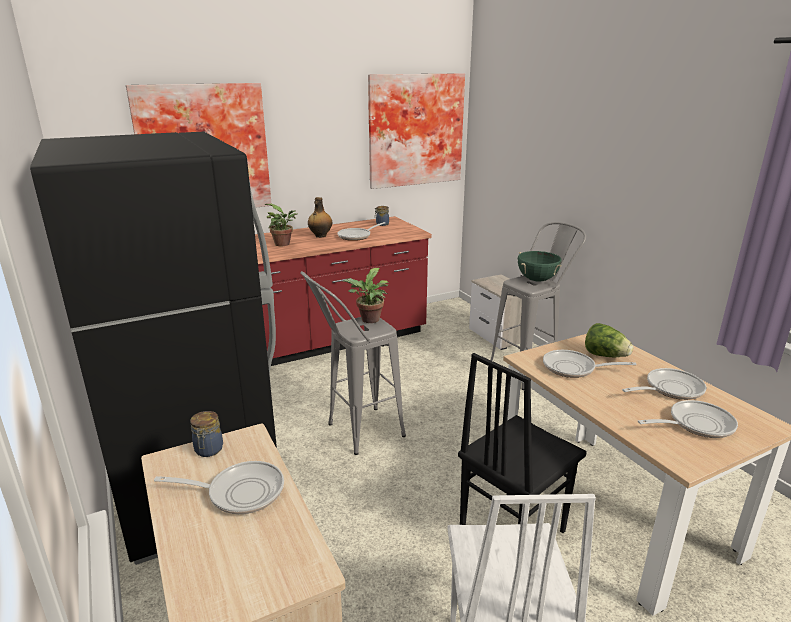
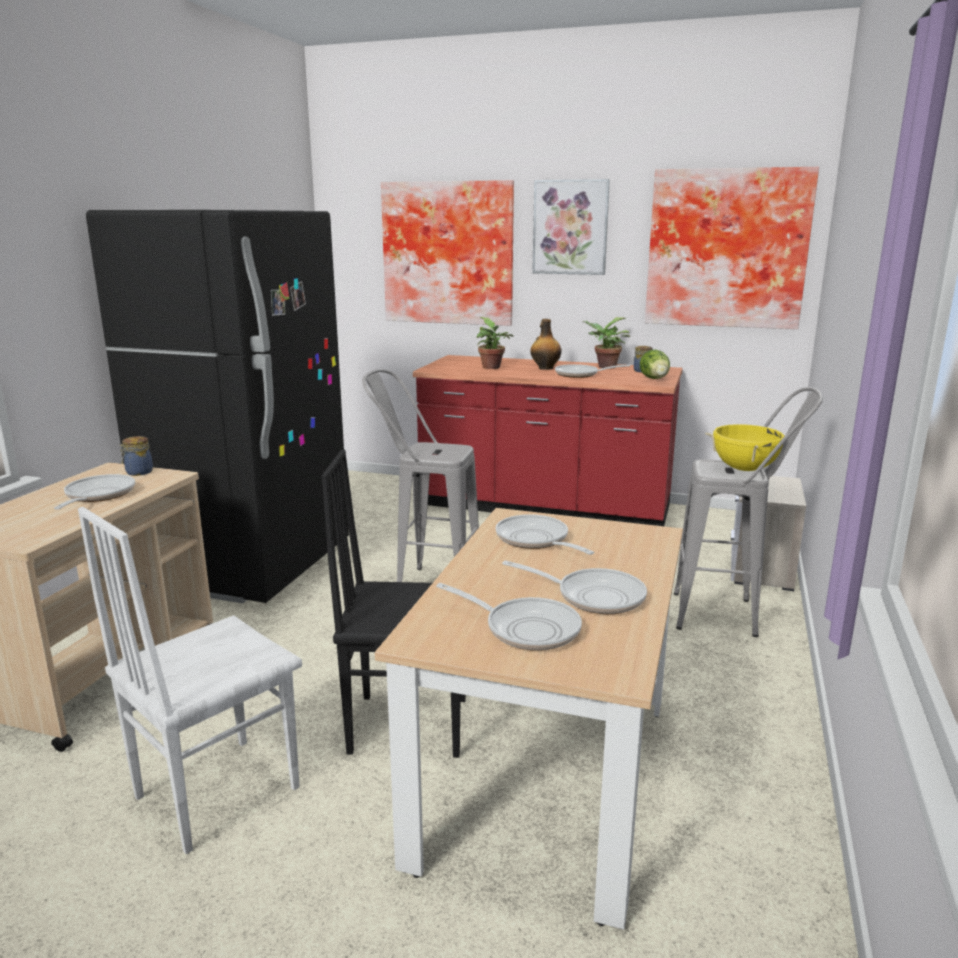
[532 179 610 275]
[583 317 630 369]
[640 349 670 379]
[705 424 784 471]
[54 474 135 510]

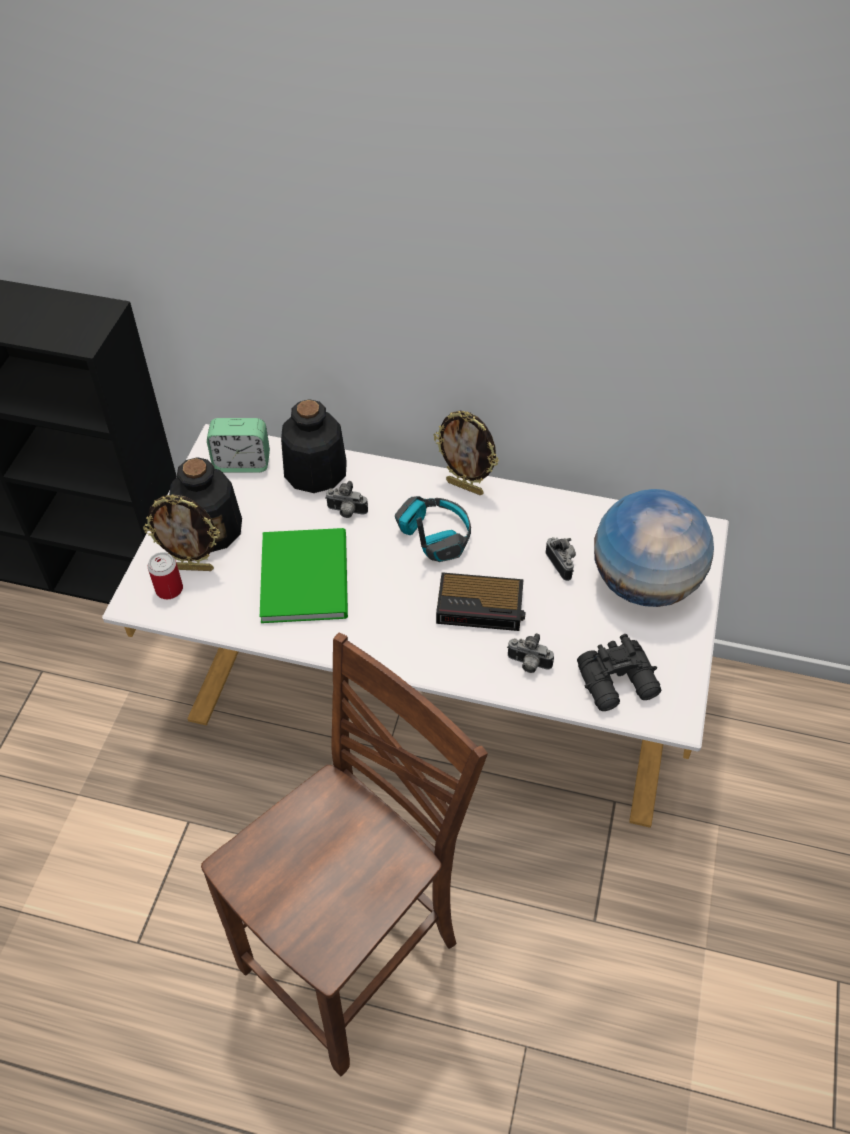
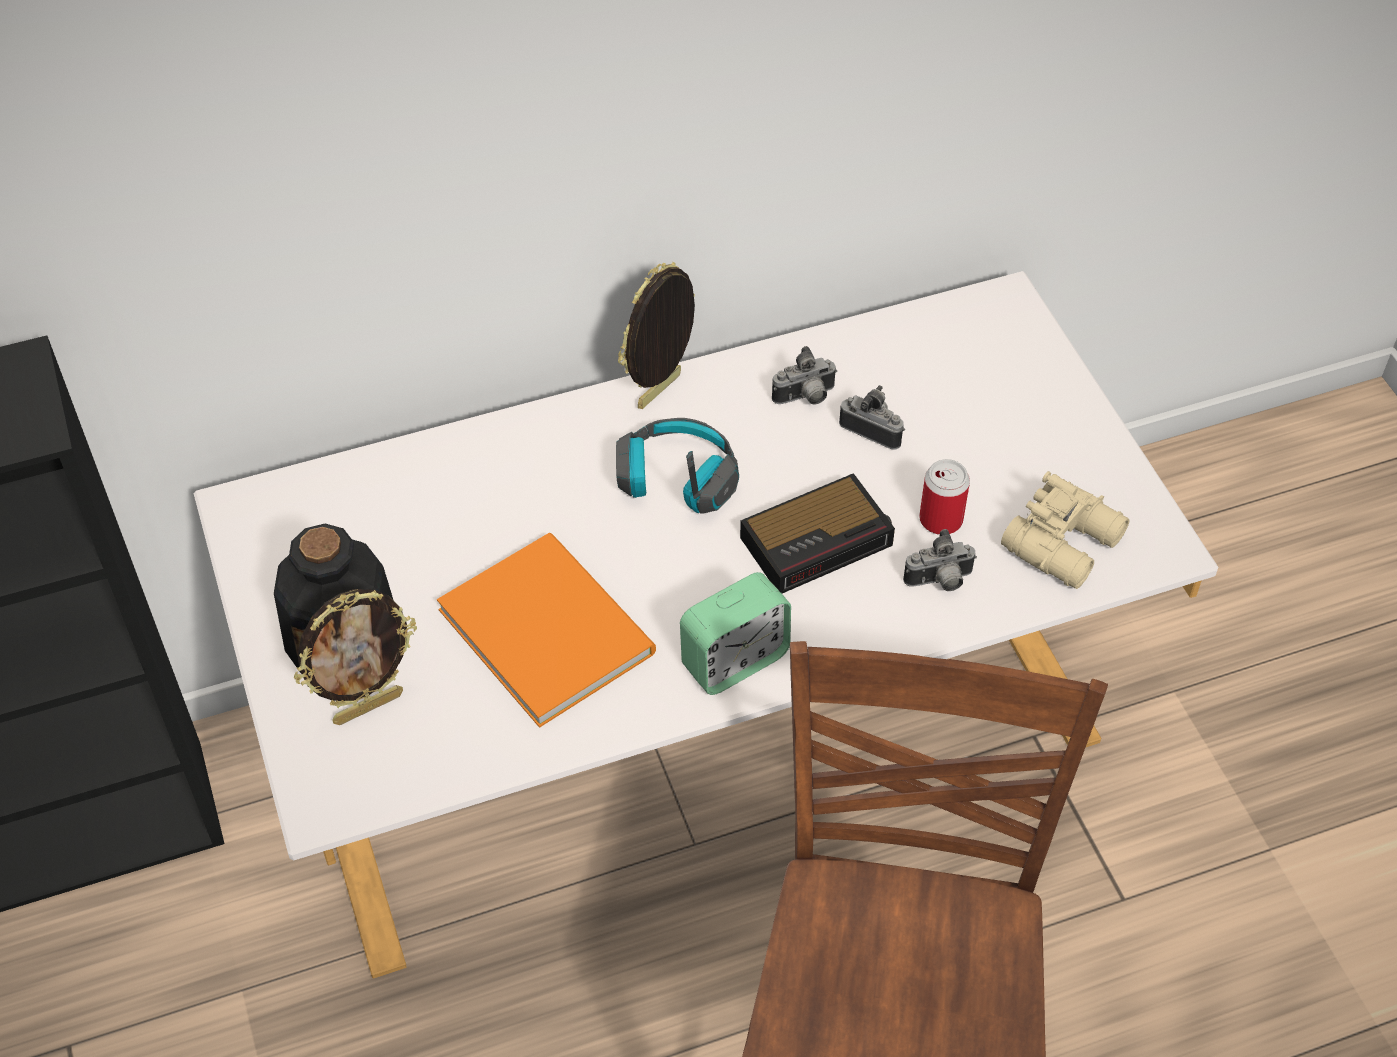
[281 399 347 493] (first image)
[594 489 714 607] (first image)
[919 459 970 535]
[680 572 791 695]
[772 346 837 405]
[437 533 656 728]
[1001 471 1130 589]
[618 262 695 409]

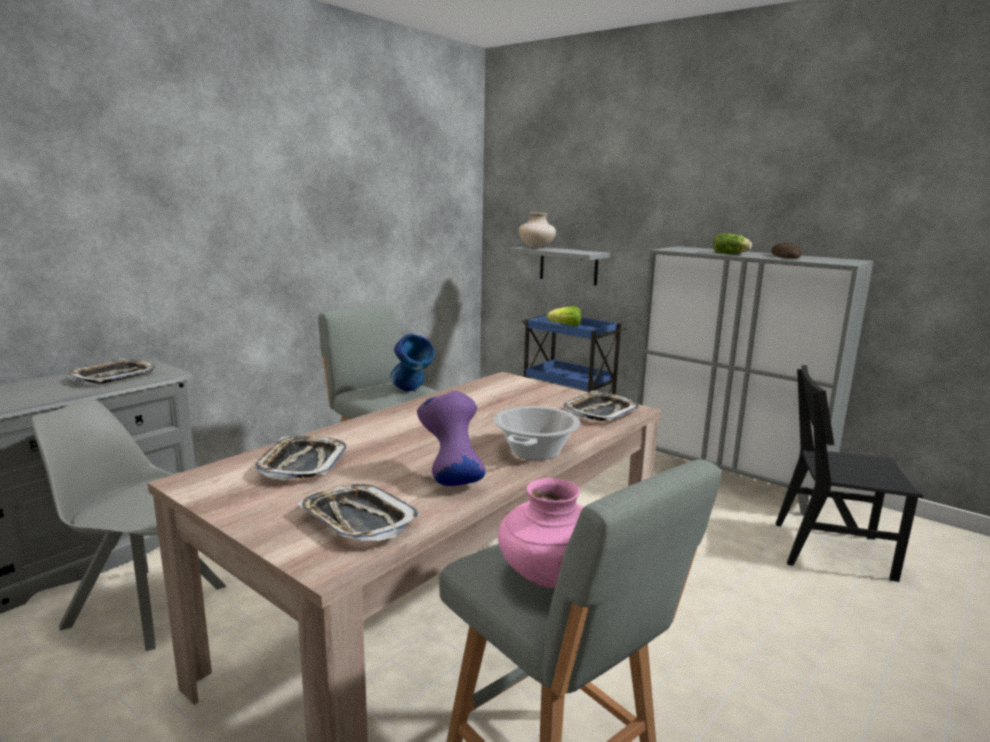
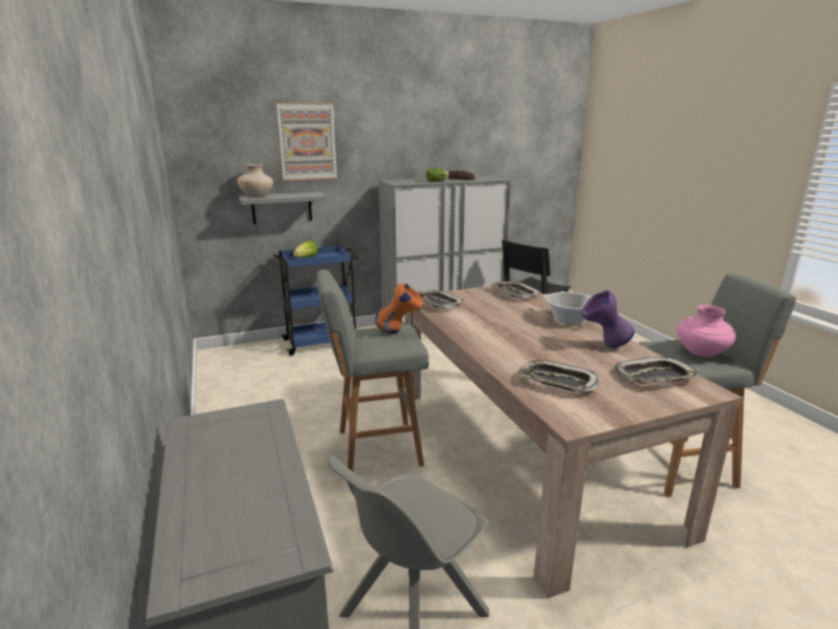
[276 102 337 181]
[418 290 465 308]
[375 283 423 333]

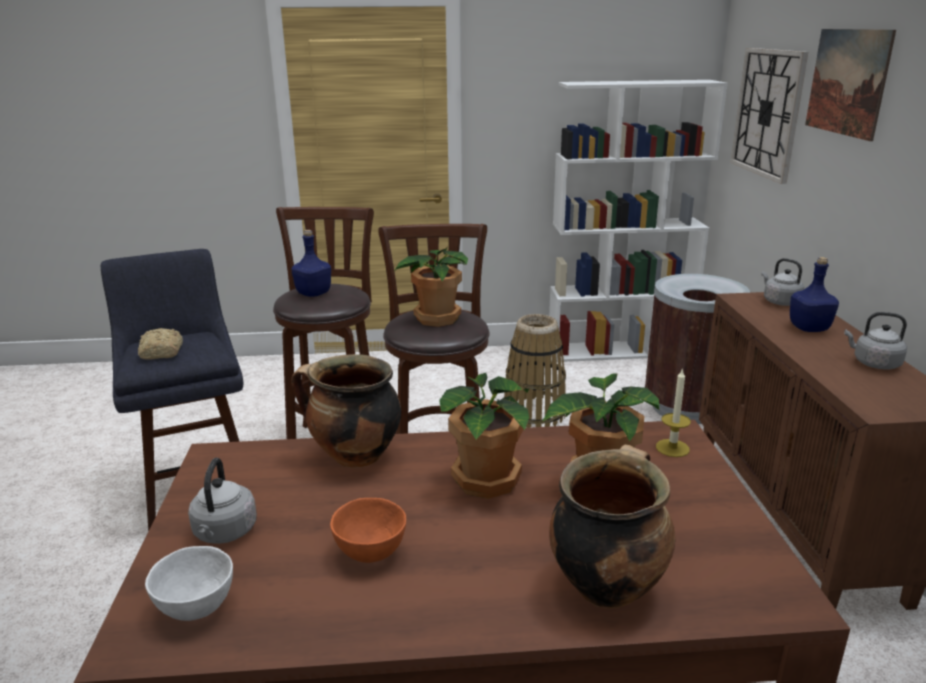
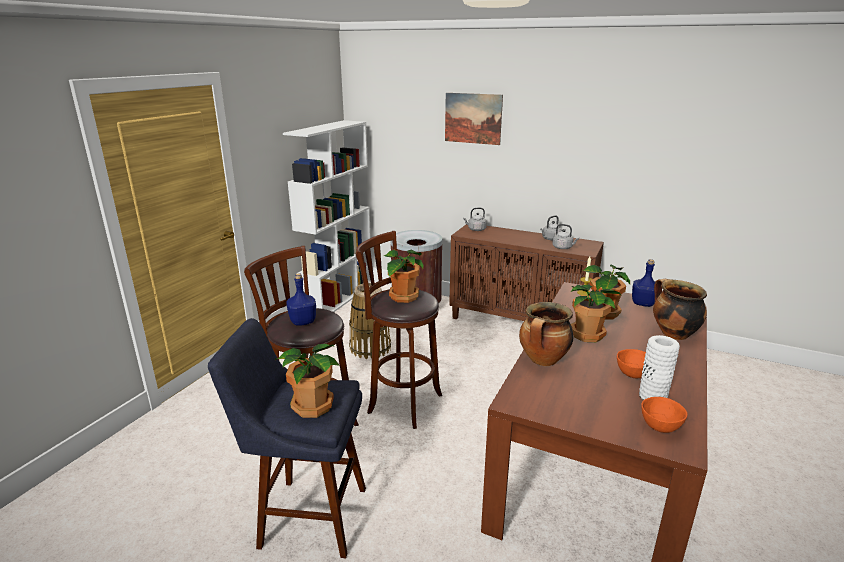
[730 48 808 184] (first image)
[639 335 680 400]
[552 224 579 249]
[632 259 655 307]
[274 344 340 418]
[641 397 688 433]

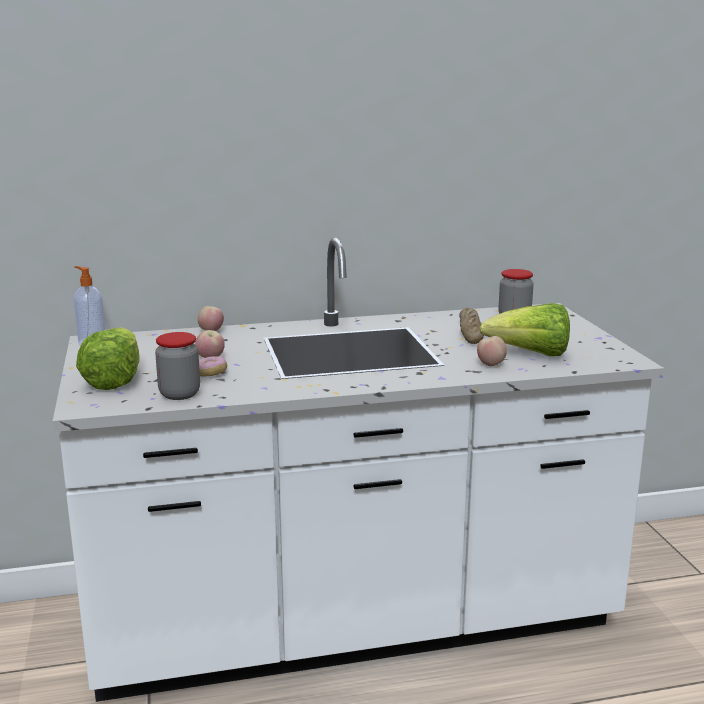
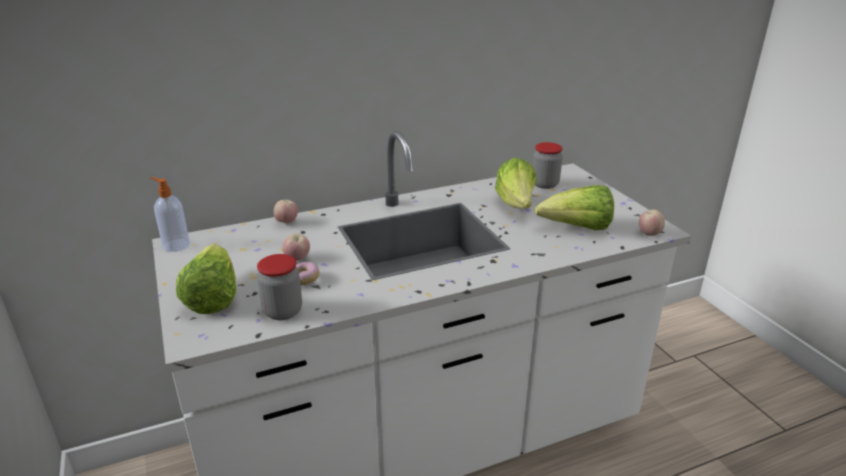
[639 209 665 236]
[495 158 537 209]

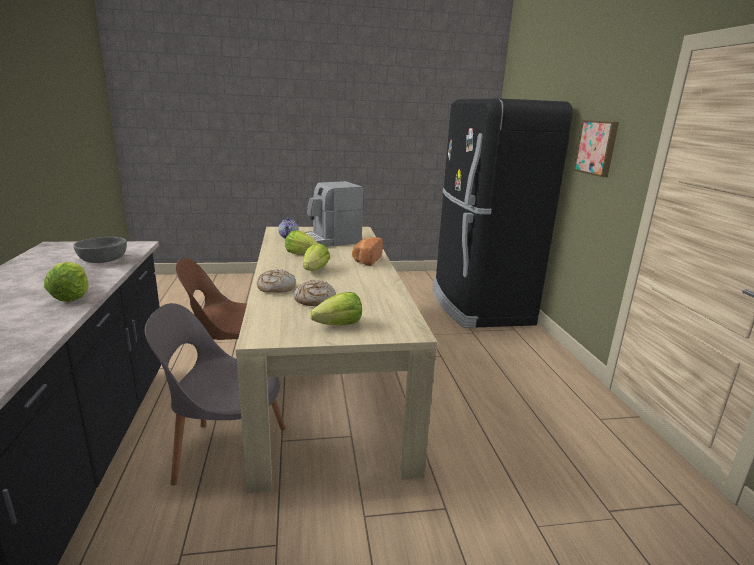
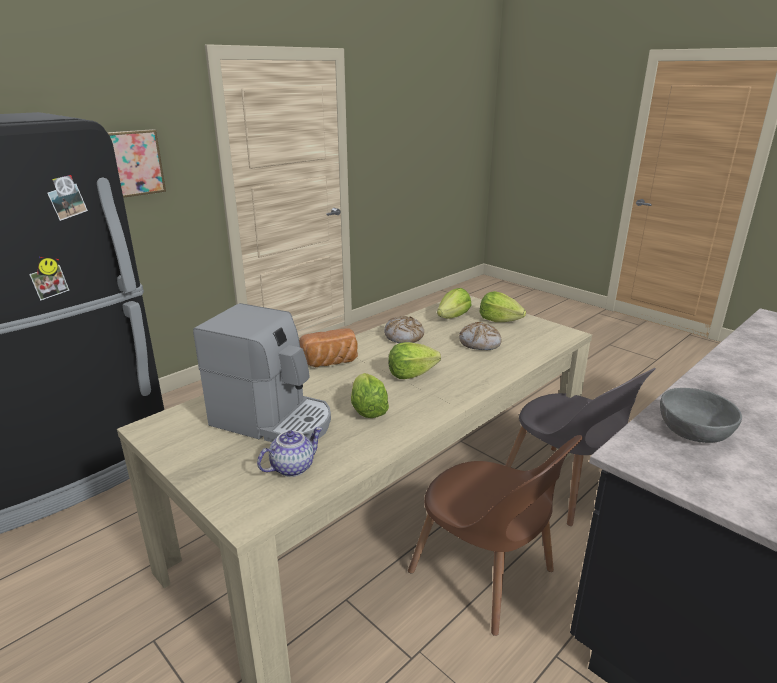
[437 288 471 319]
[384 316 424 343]

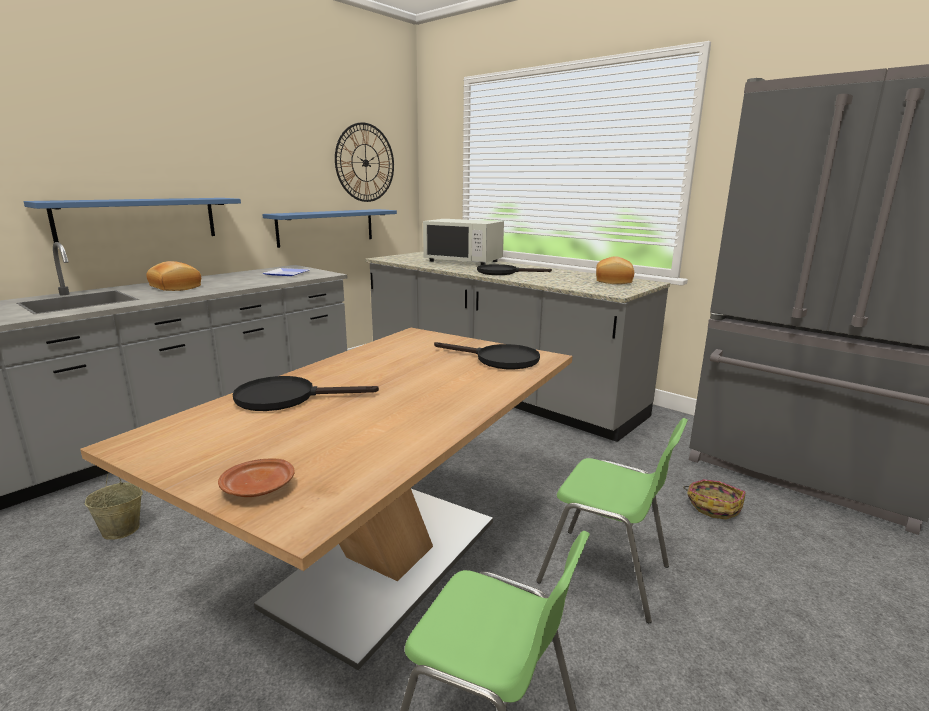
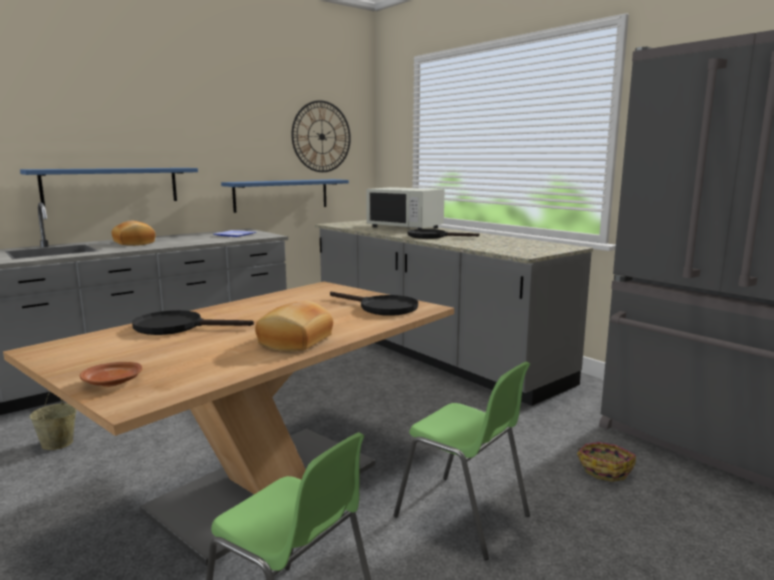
[255 301 333 351]

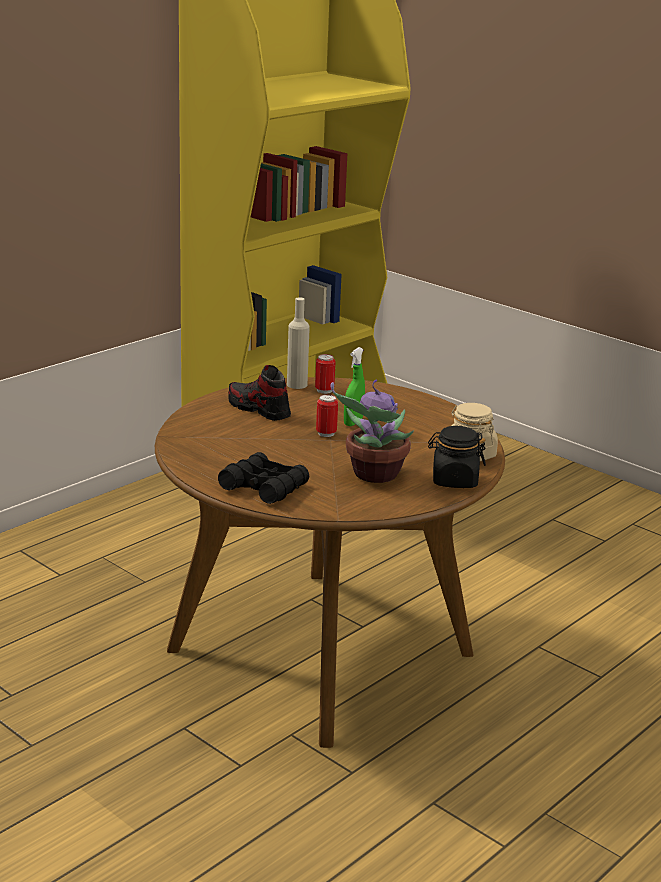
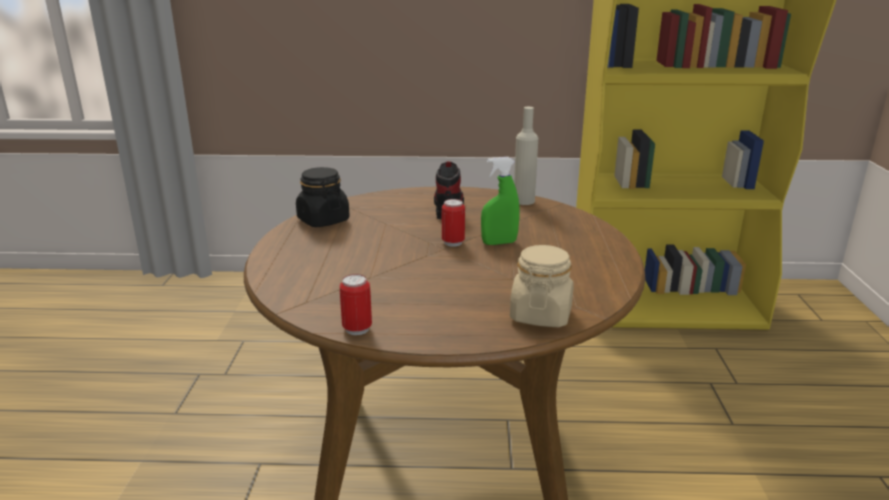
[218 452 309 504] (first image)
[331 380 414 483] (first image)
[339 274 372 335]
[296 167 350 227]

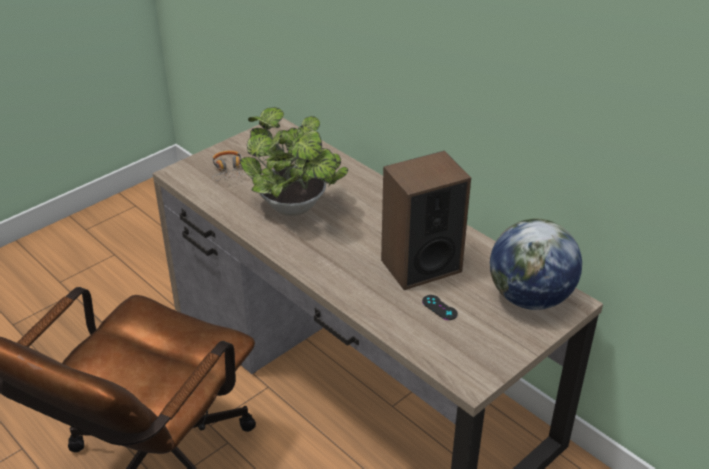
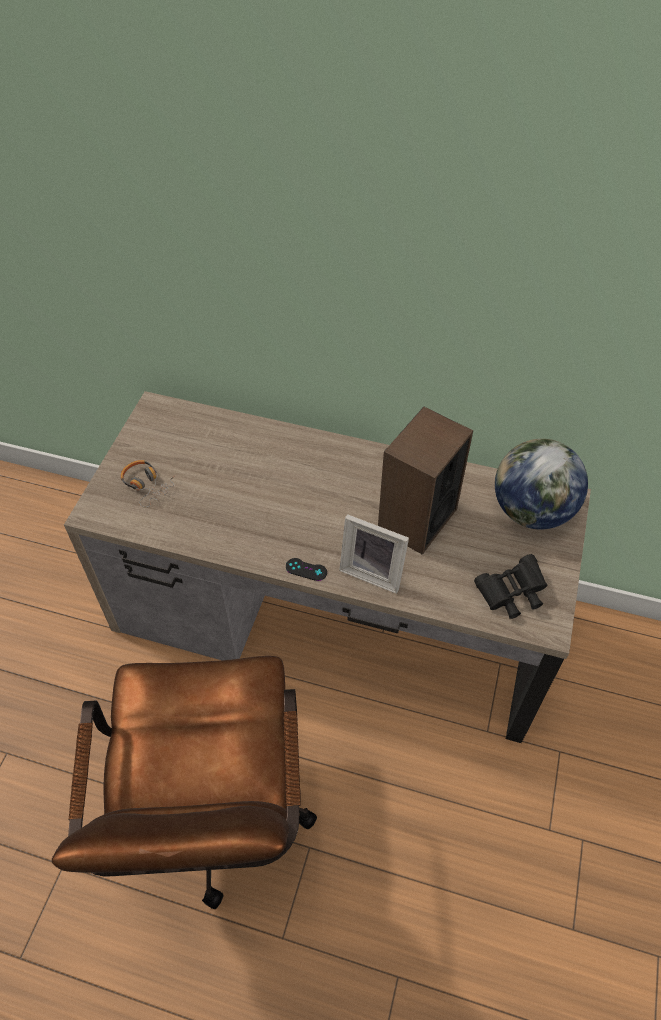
[240 107 348 216] (first image)
[339 514 409 594]
[474 554 547 619]
[286 558 327 581]

